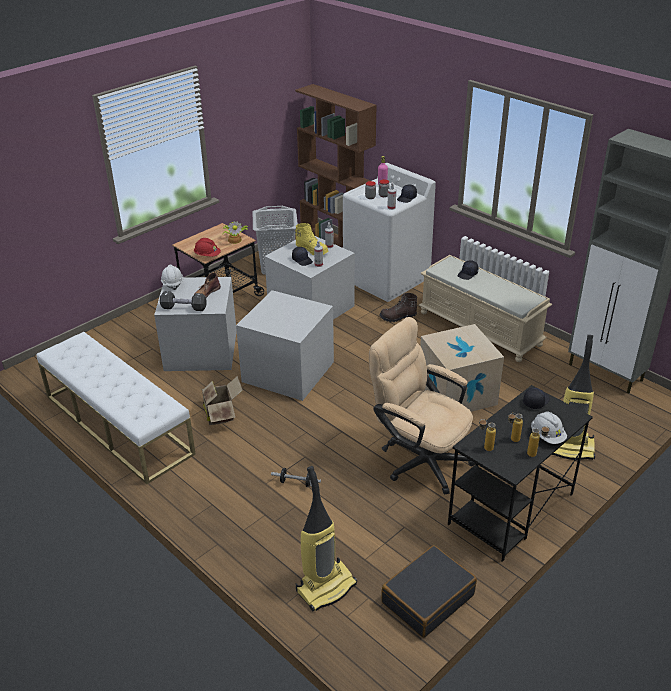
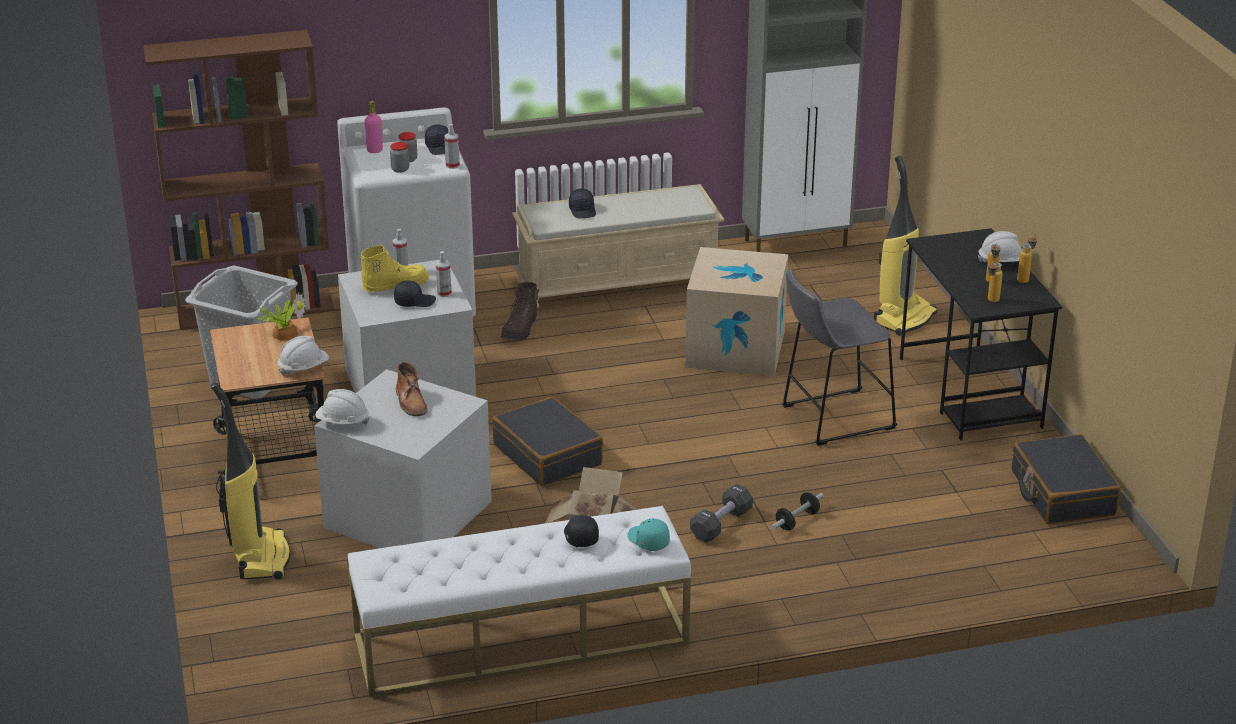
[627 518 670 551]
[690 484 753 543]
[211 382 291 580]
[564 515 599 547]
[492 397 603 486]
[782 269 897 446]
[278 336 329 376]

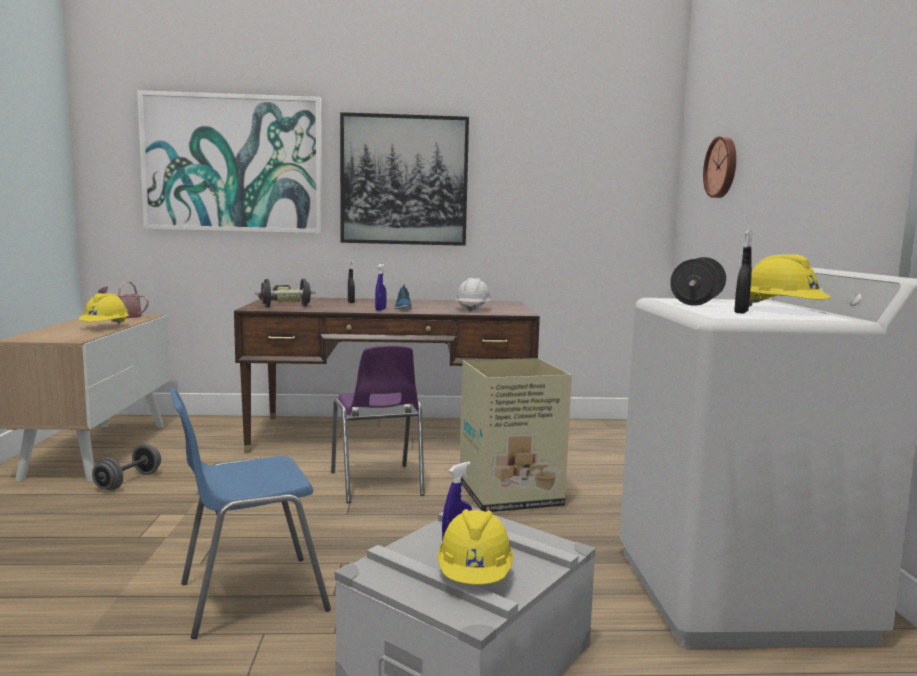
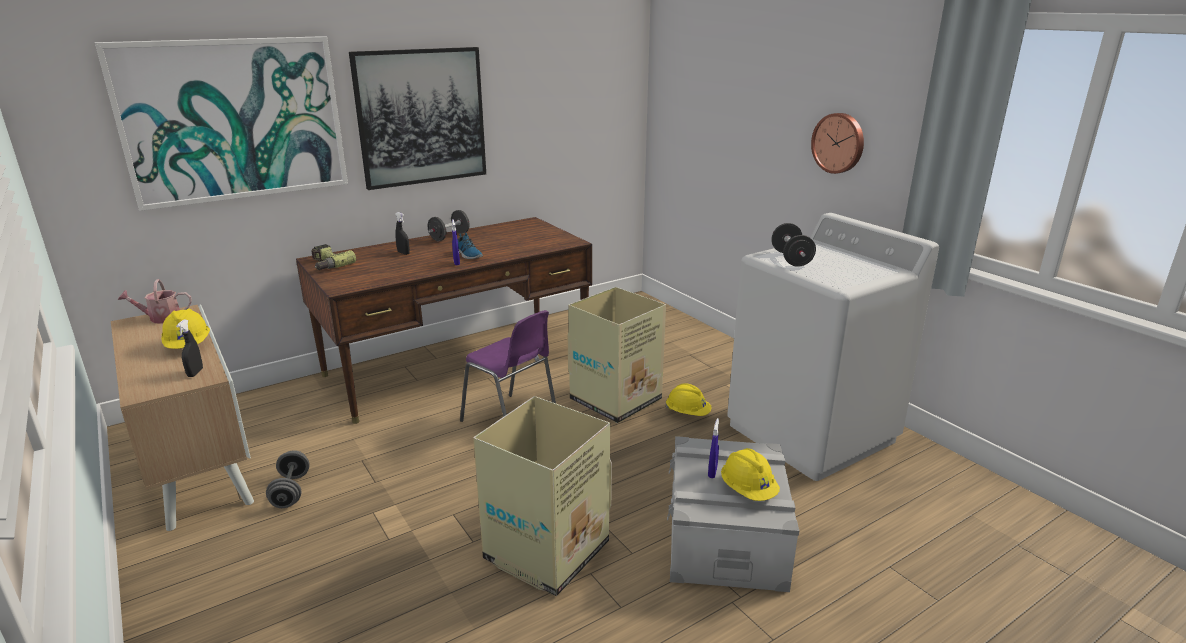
[455 278 491 312] (first image)
[428 210 469 241]
[811 113 864 174]
[176 319 203 377]
[665 383 711 416]
[473 396 612 596]

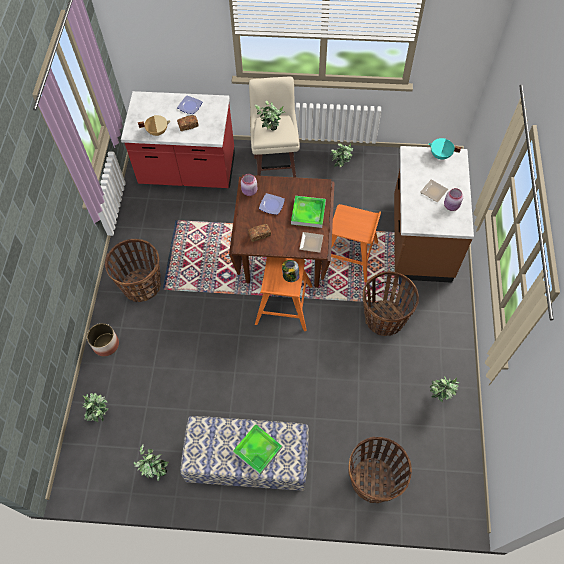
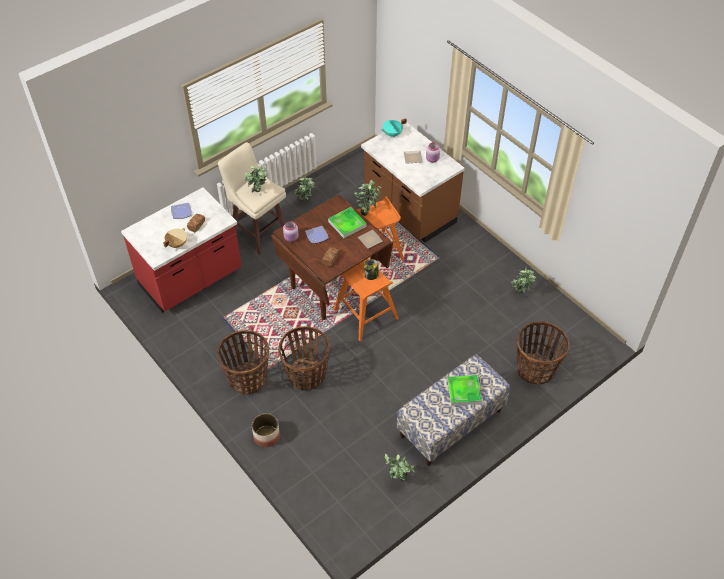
[354 179 382 216]
[278 326 331 390]

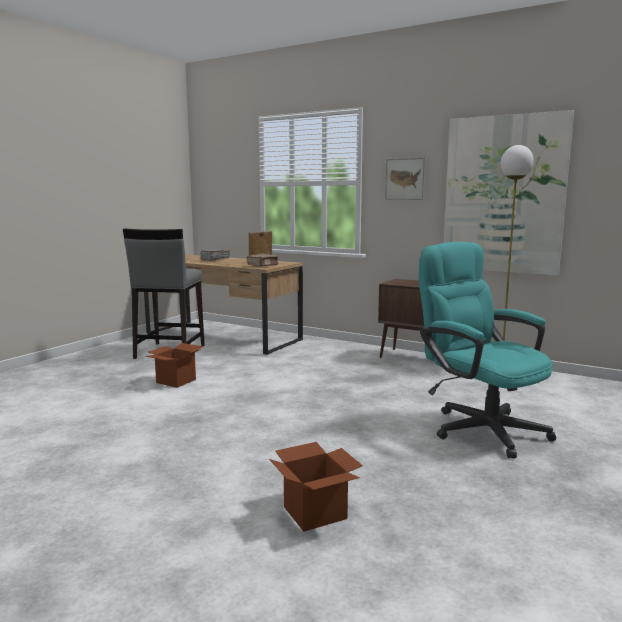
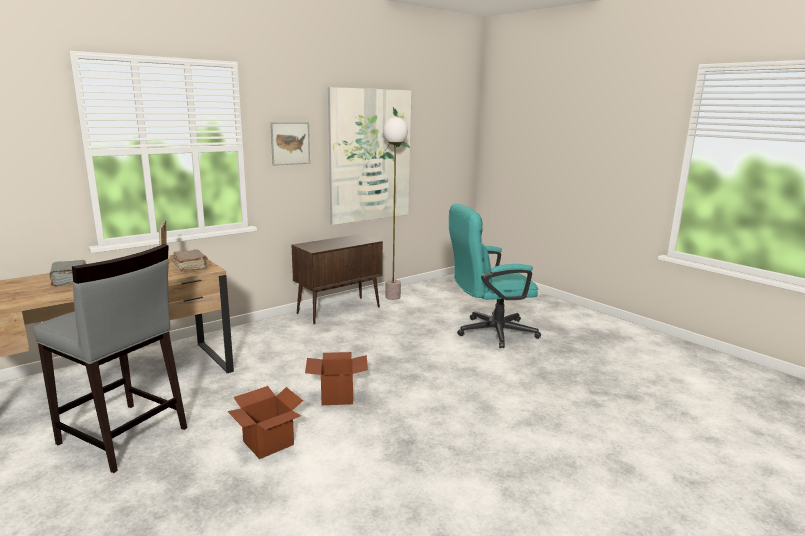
[305 352 368 405]

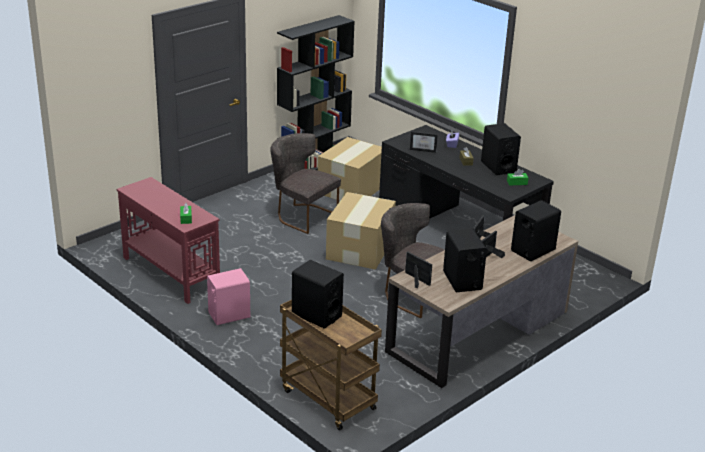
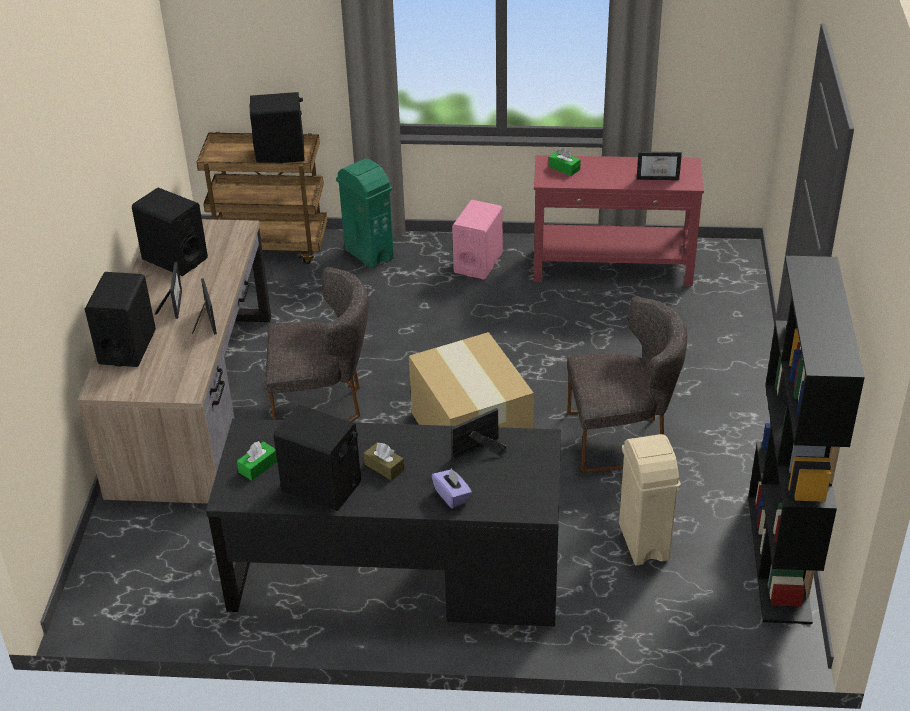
[336 158 394 269]
[637 151 682 180]
[619 434 681 566]

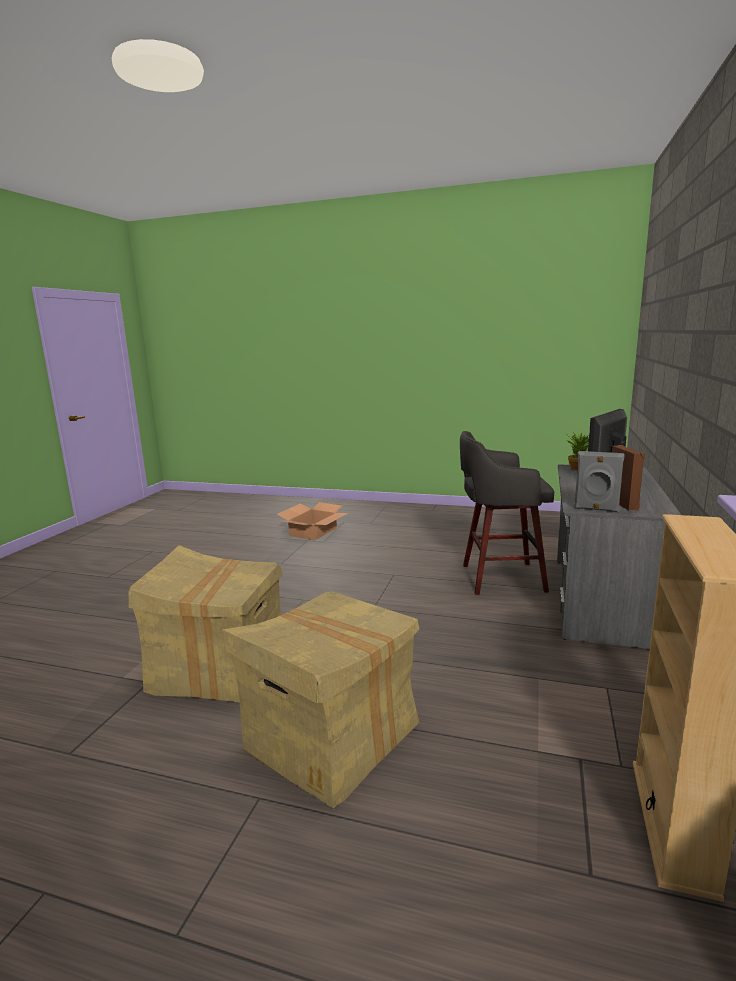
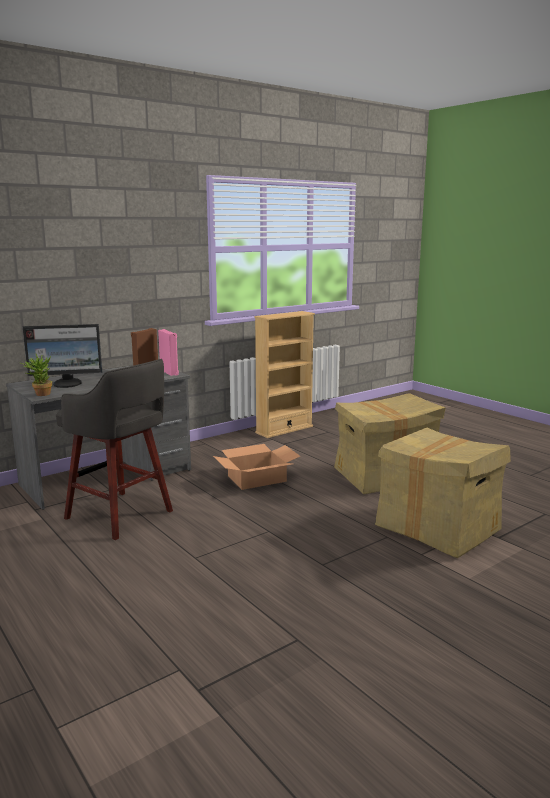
[213 444 300 490]
[158 329 179 376]

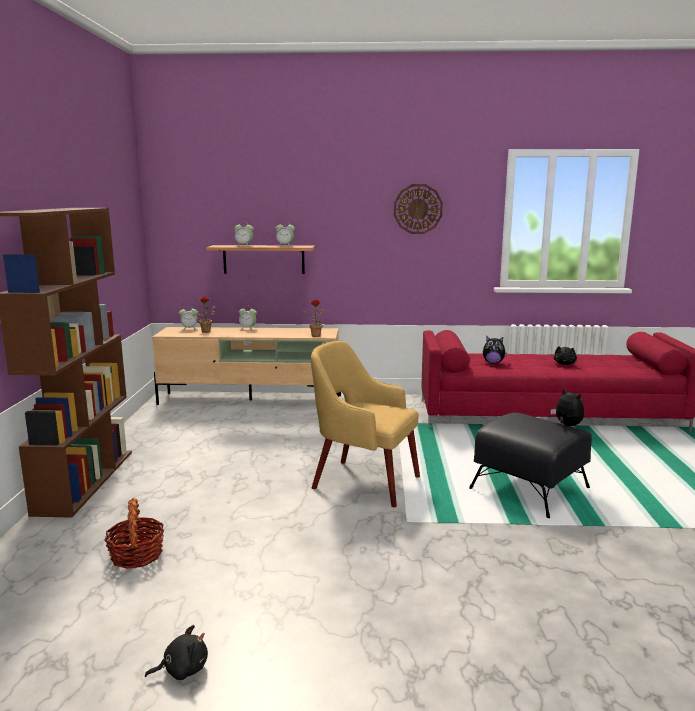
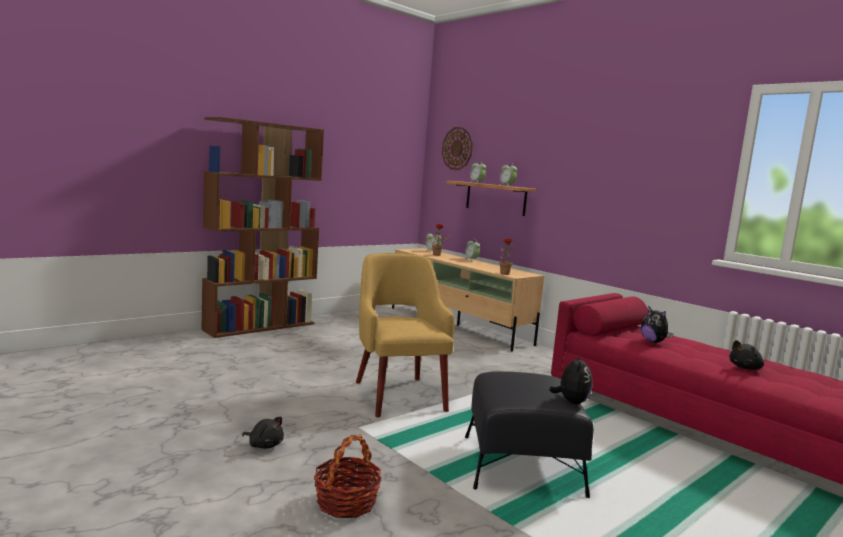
[314 434 381 518]
[242 417 284 449]
[442 127 473 170]

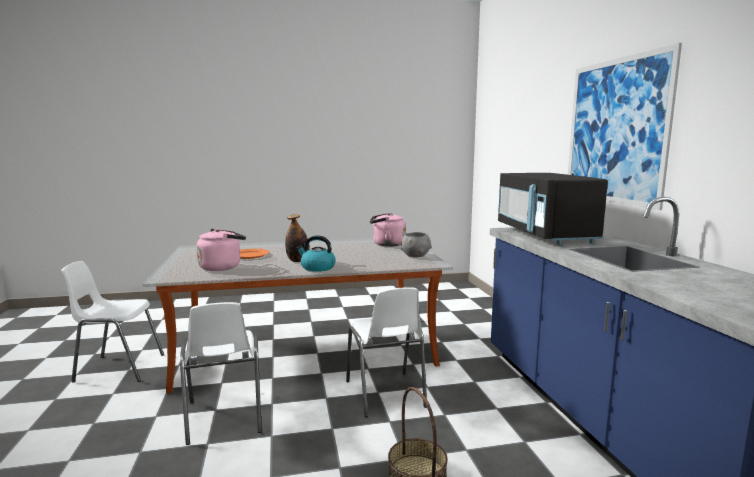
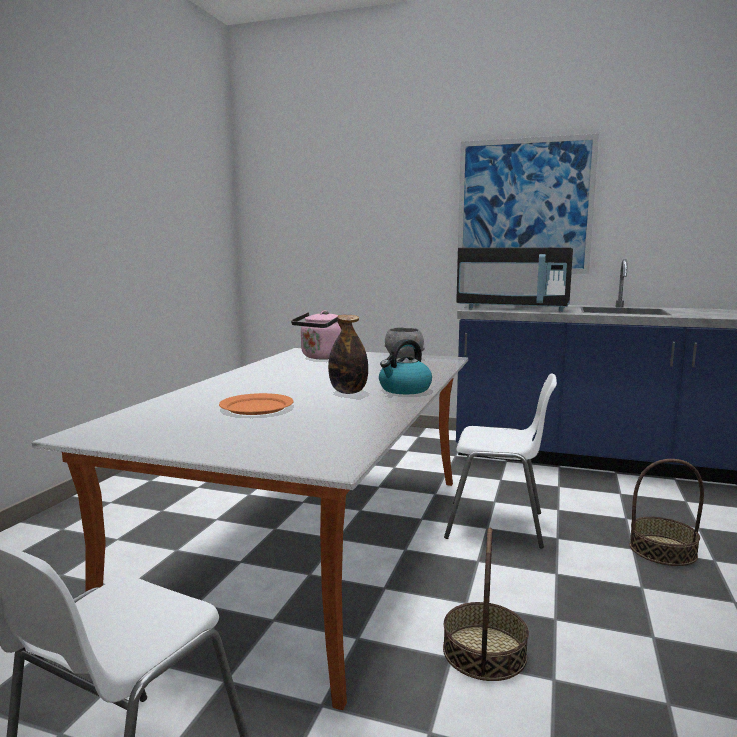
[196 229 246 271] (first image)
[443 528 529 681]

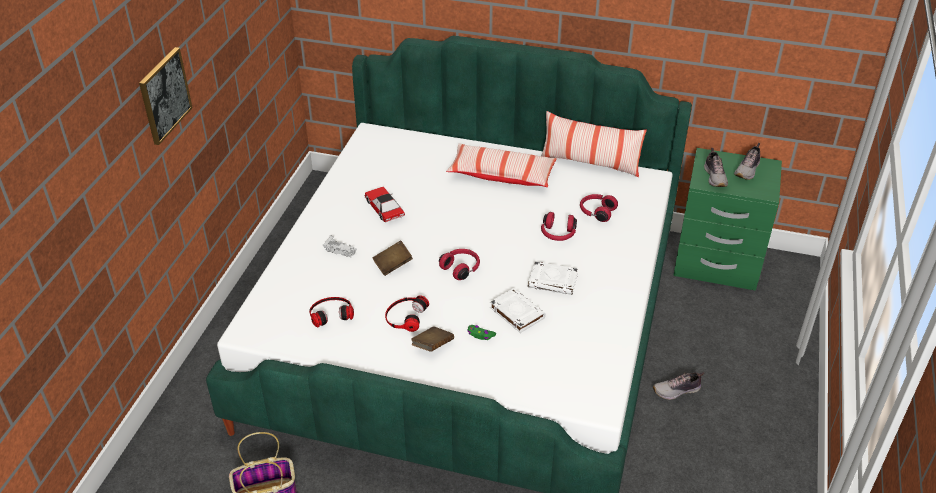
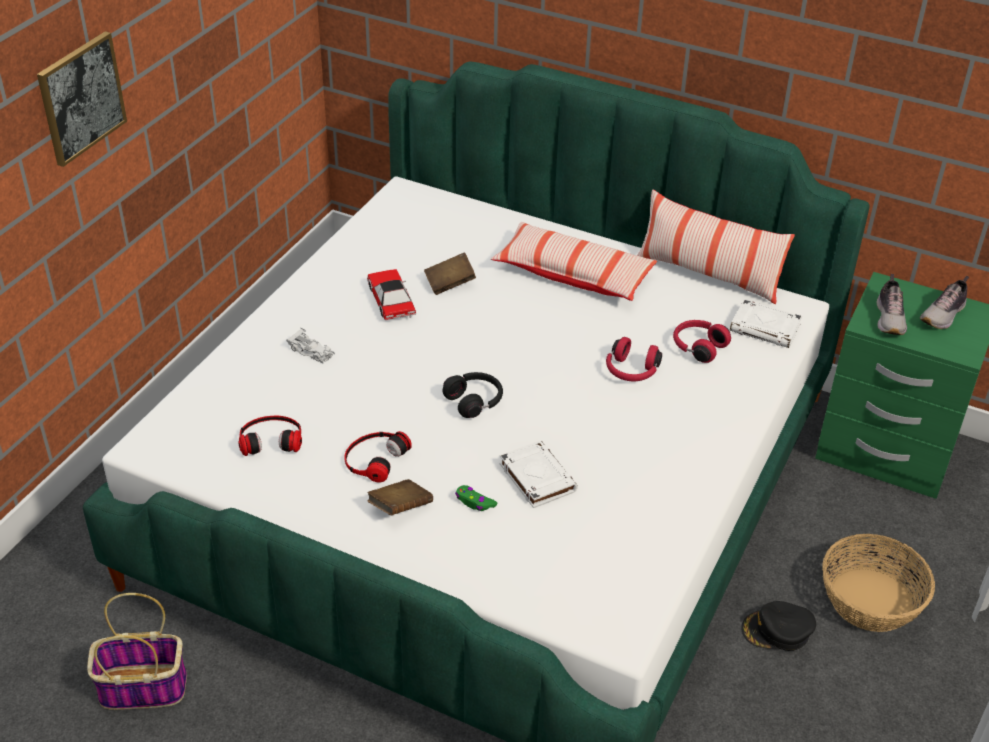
[822 534 935 632]
[424 252 476 295]
[730 299 802 348]
[741 601 816 651]
[443 372 503 418]

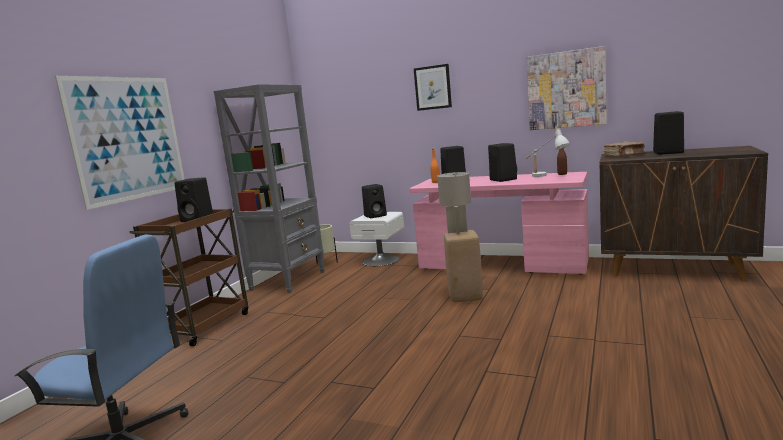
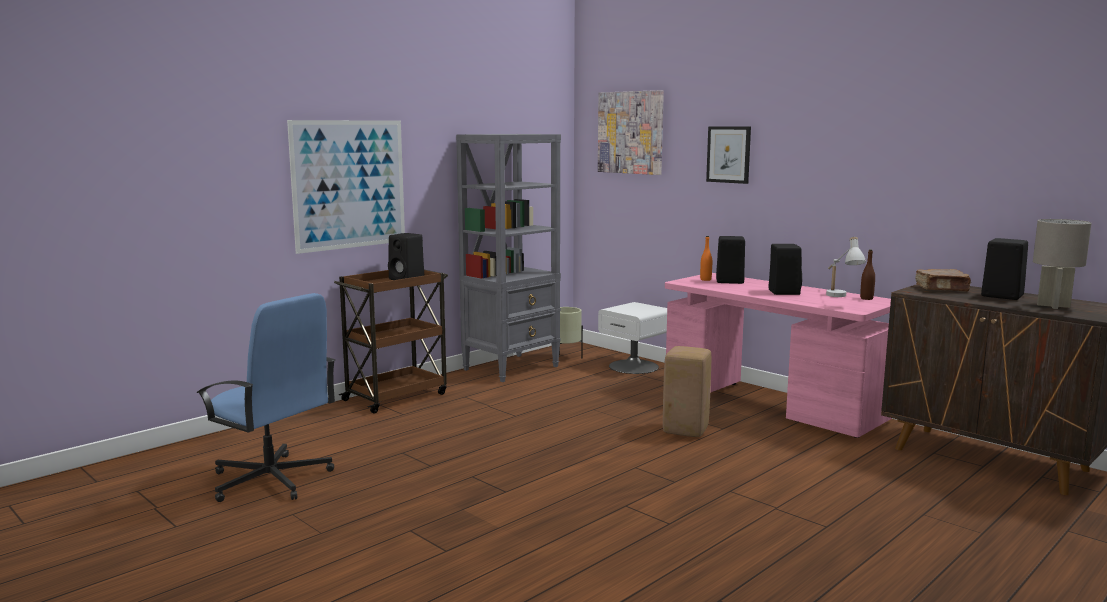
[362 184 387 218] (first image)
[1033 219 1092 309]
[598 90 664 175]

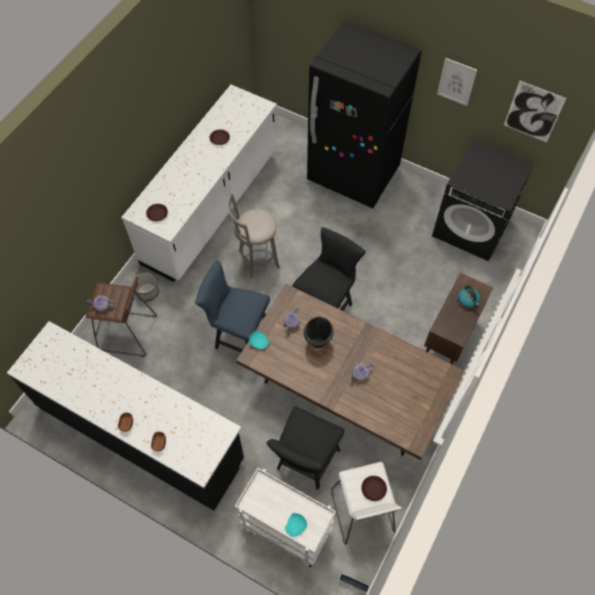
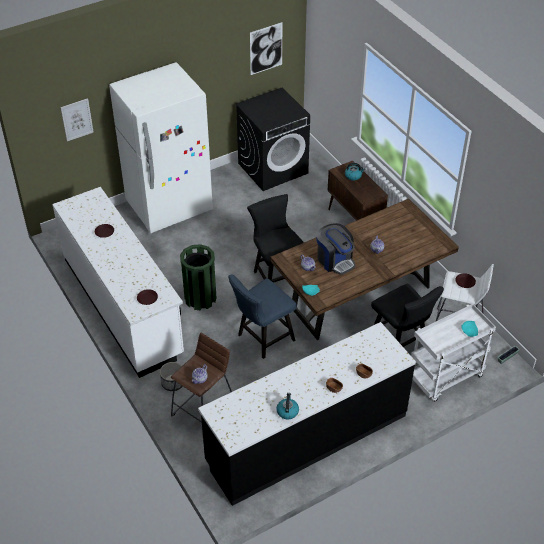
[276 393 299 420]
[60 98 94 141]
[180 244 216 311]
[316 223 355 275]
[109 62 213 233]

